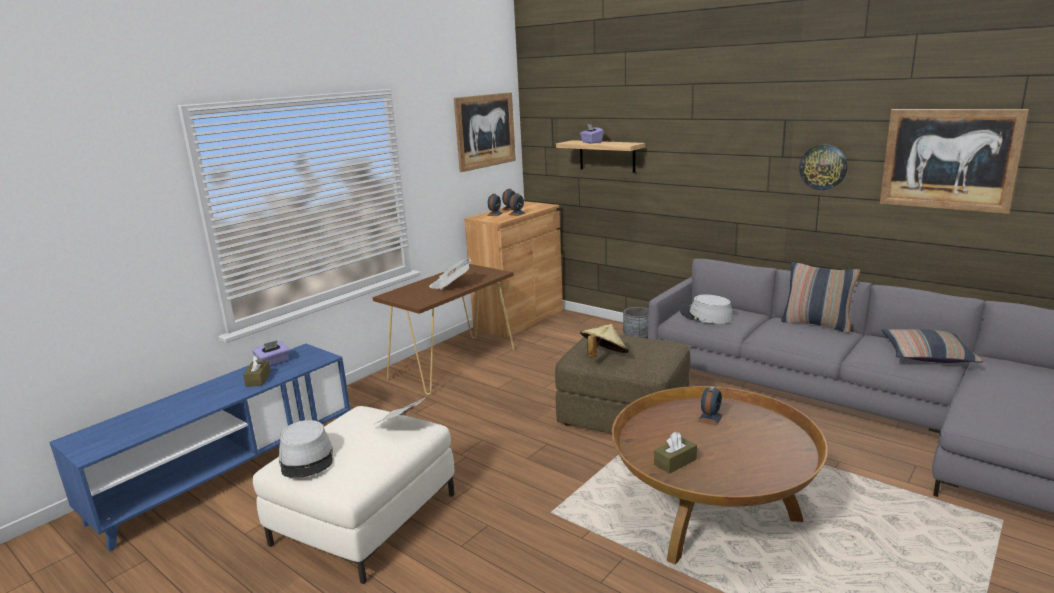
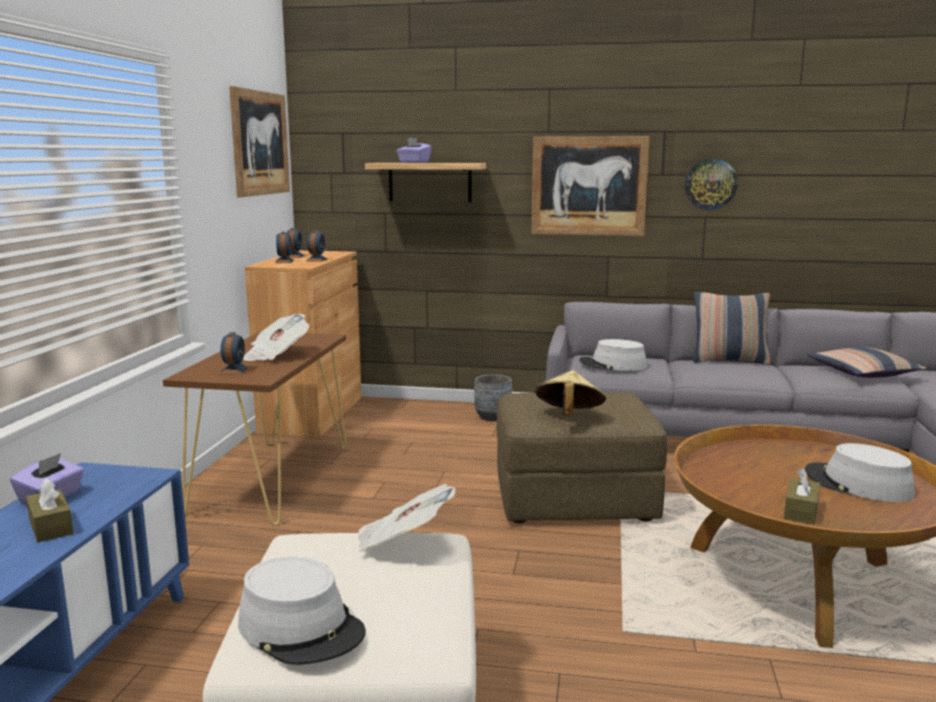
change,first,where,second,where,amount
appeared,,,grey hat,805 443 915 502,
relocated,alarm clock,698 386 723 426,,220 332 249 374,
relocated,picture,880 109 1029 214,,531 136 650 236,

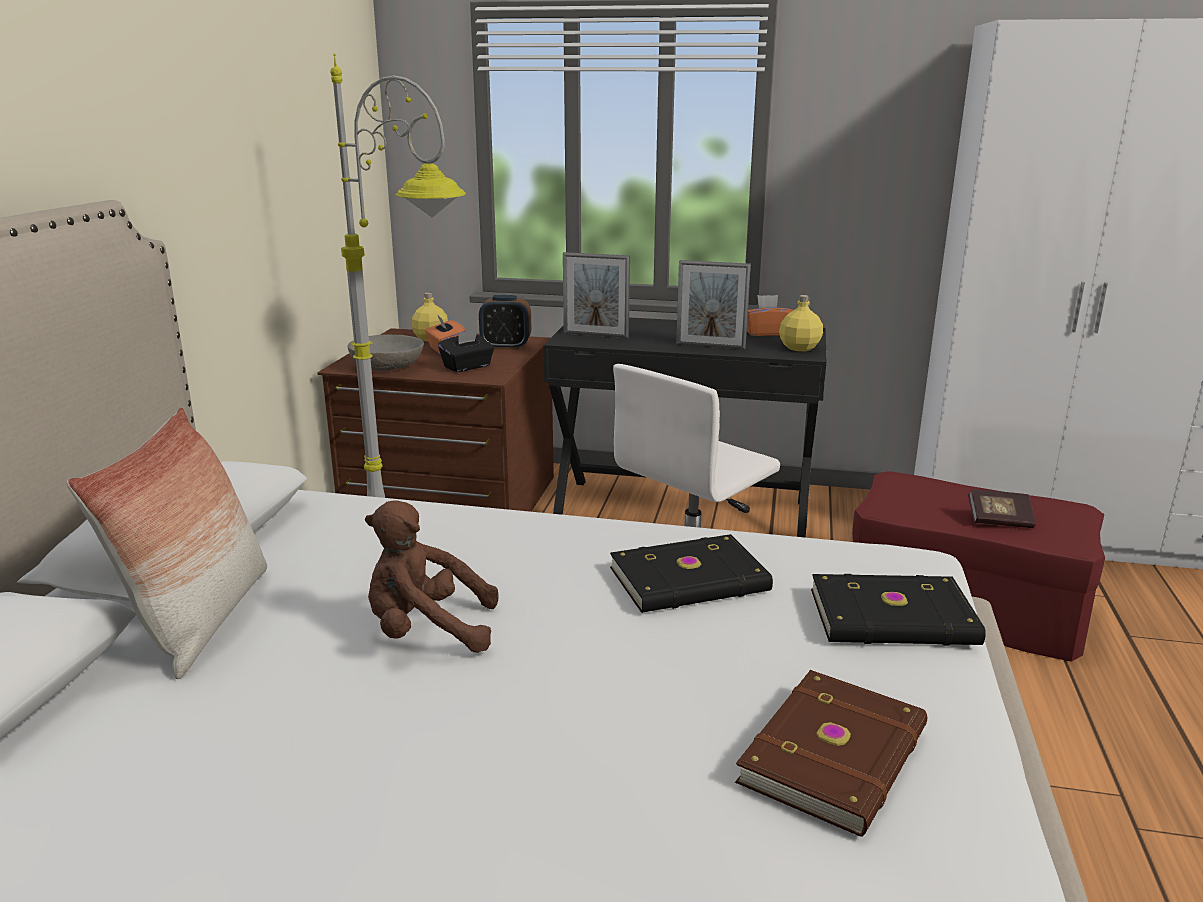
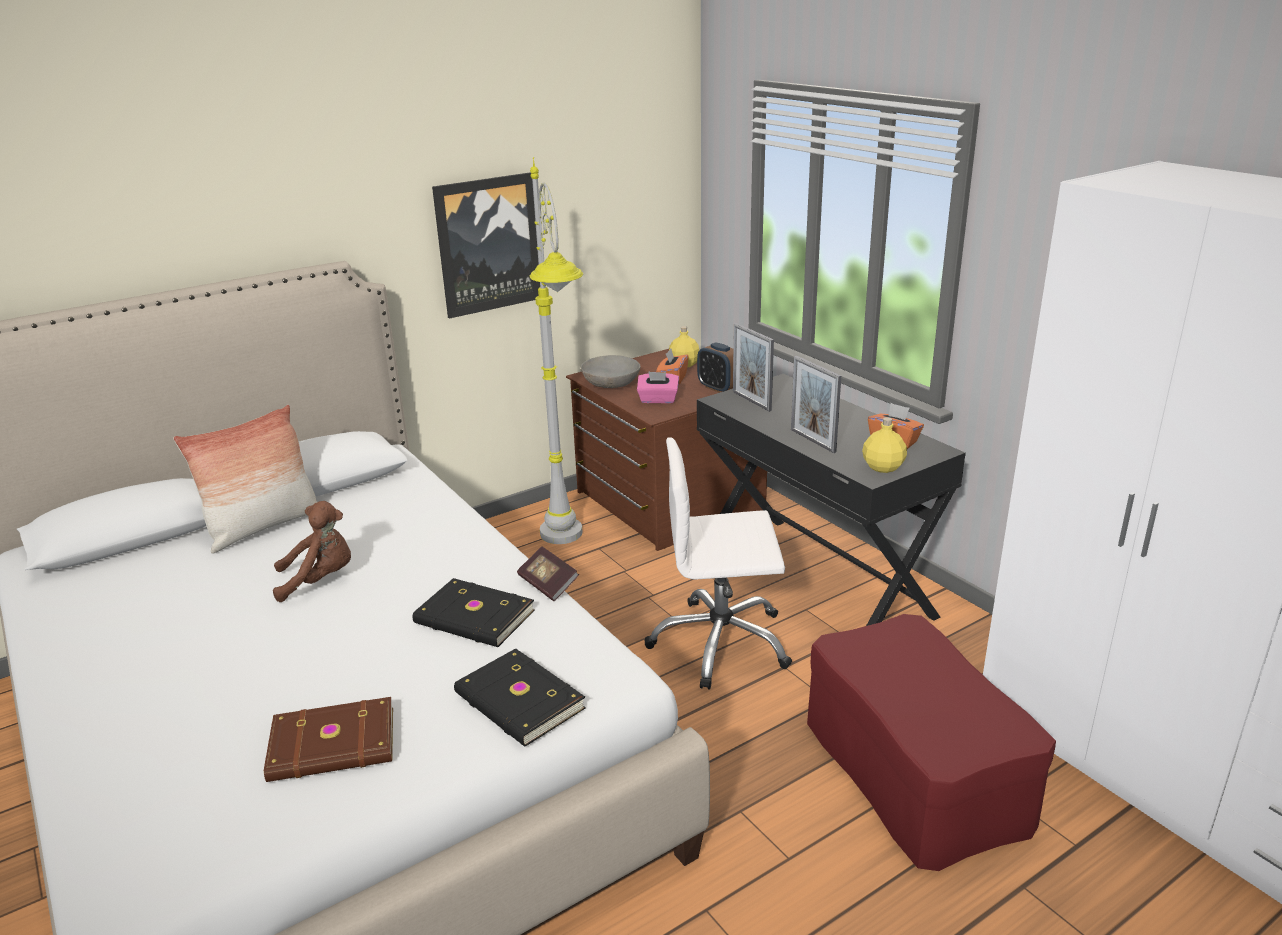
change,first,where,second,where,amount
appeared,,,picture,432 172 540 319,
relocated,volume,968 489 1036 528,,517 546 579 601,
colour,black tissue box,438 330 494 372,pinkish tissue box,637 372 679 403,
spun,brown-coloured cuddly toy,365 500 498 653,,273 501 351 602,120 degrees clockwise

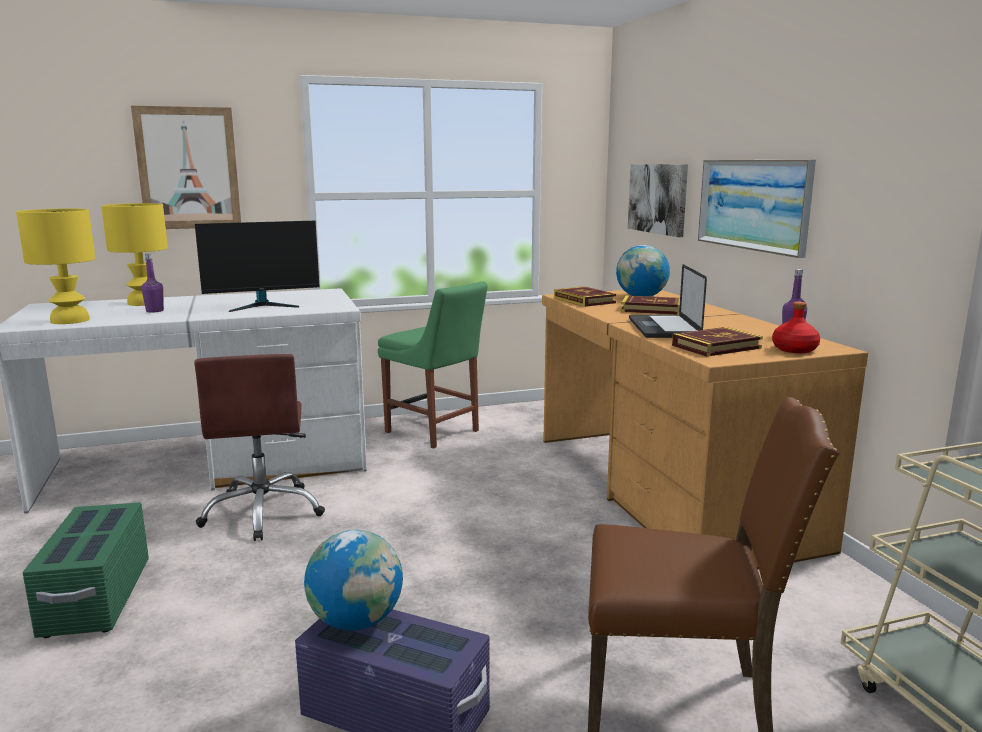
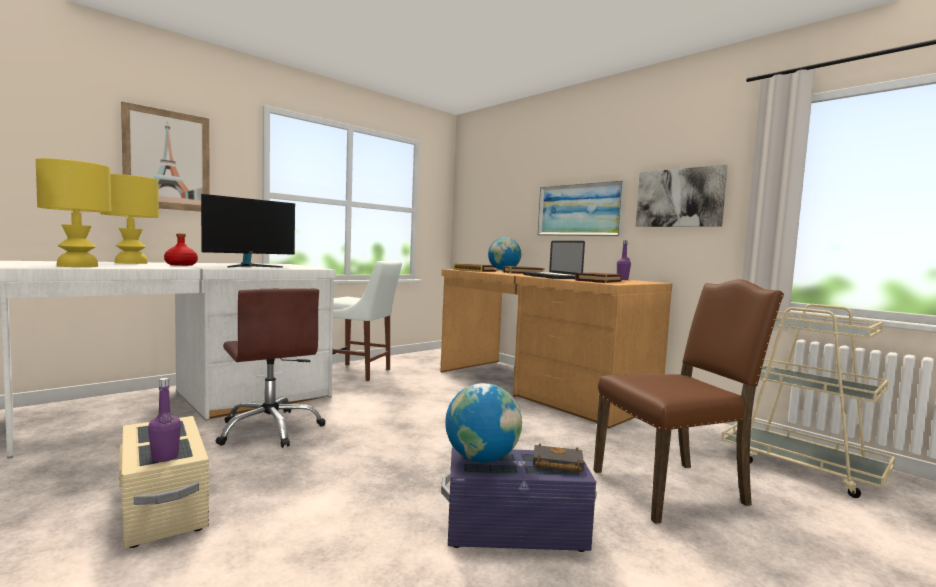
change,first,where,second,where,amount
appeared,,,black volume,533 444 584 473,
relocated,purple beverage bottle,141 253 164 313,,148 378 181 462,
relocated,picture,628 164 688 237,,636 164 728 227,
relocated,reddish beverage bottle,772 302 820 353,,164 233 198 266,
colour,green storage bin,22 502 149 638,beige-coloured storage bin,119 416 209 548,
colour,green upright chair,378 282 488 449,white upright chair,332 261 402 381,

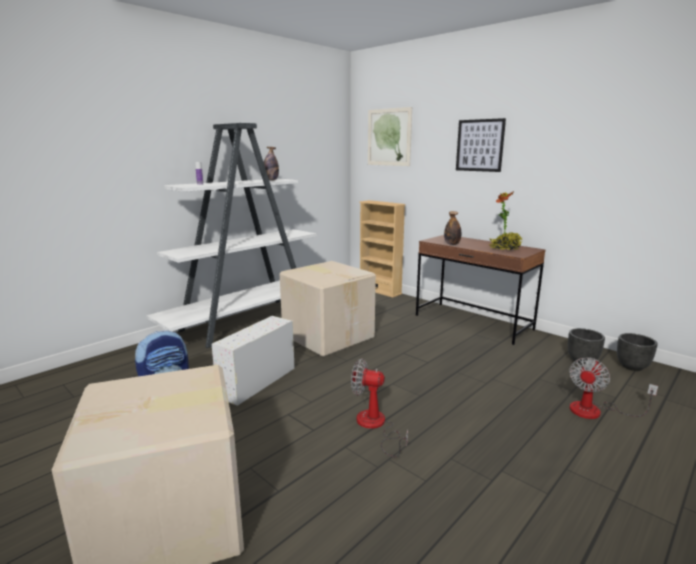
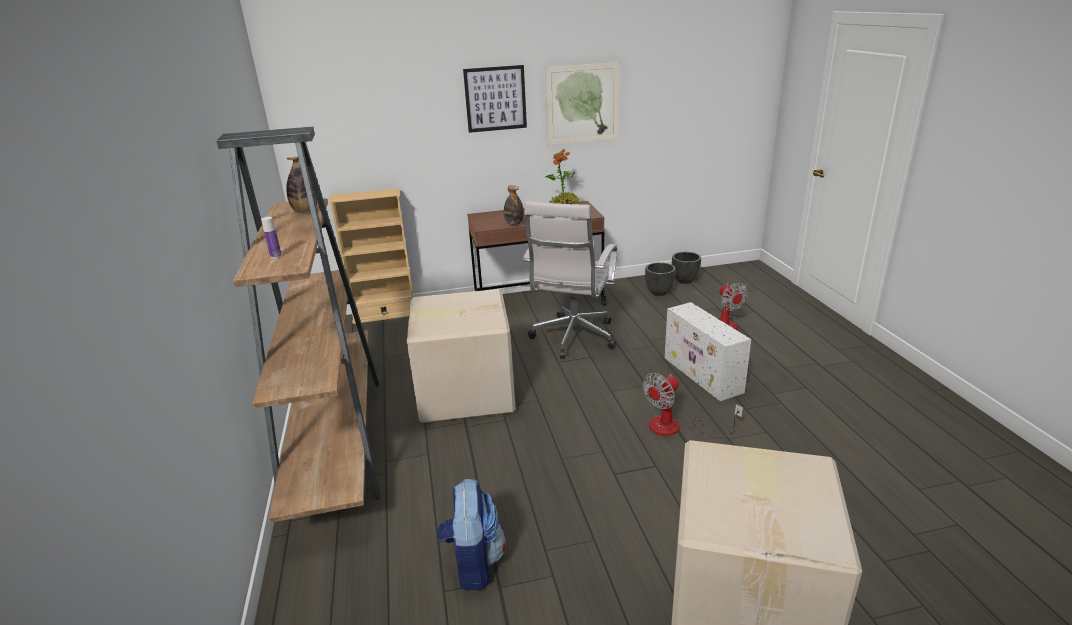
change,first,where,second,where,amount
appeared,,,white computer chair,522 201 617 359,
relocated,white storage bin,212 316 295 406,,665 302 751 401,
relocated,picture,368 107 412 166,,546 62 619 145,
colour,white shelving unit,147 123 317 348,brown-coloured shelving unit,216 127 380 523,

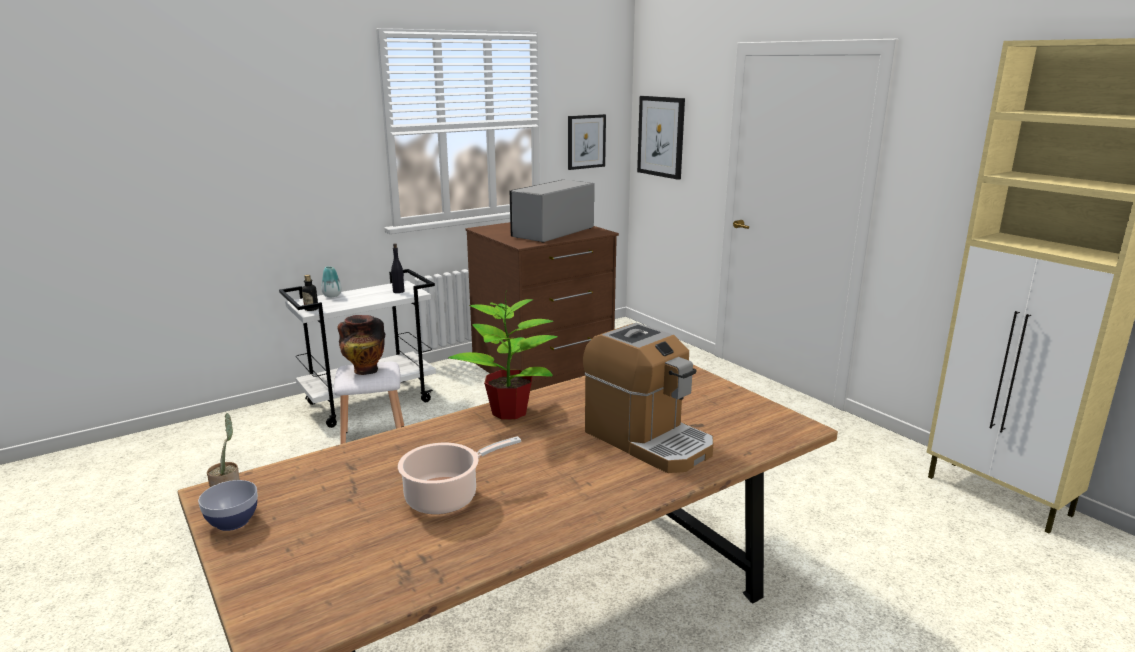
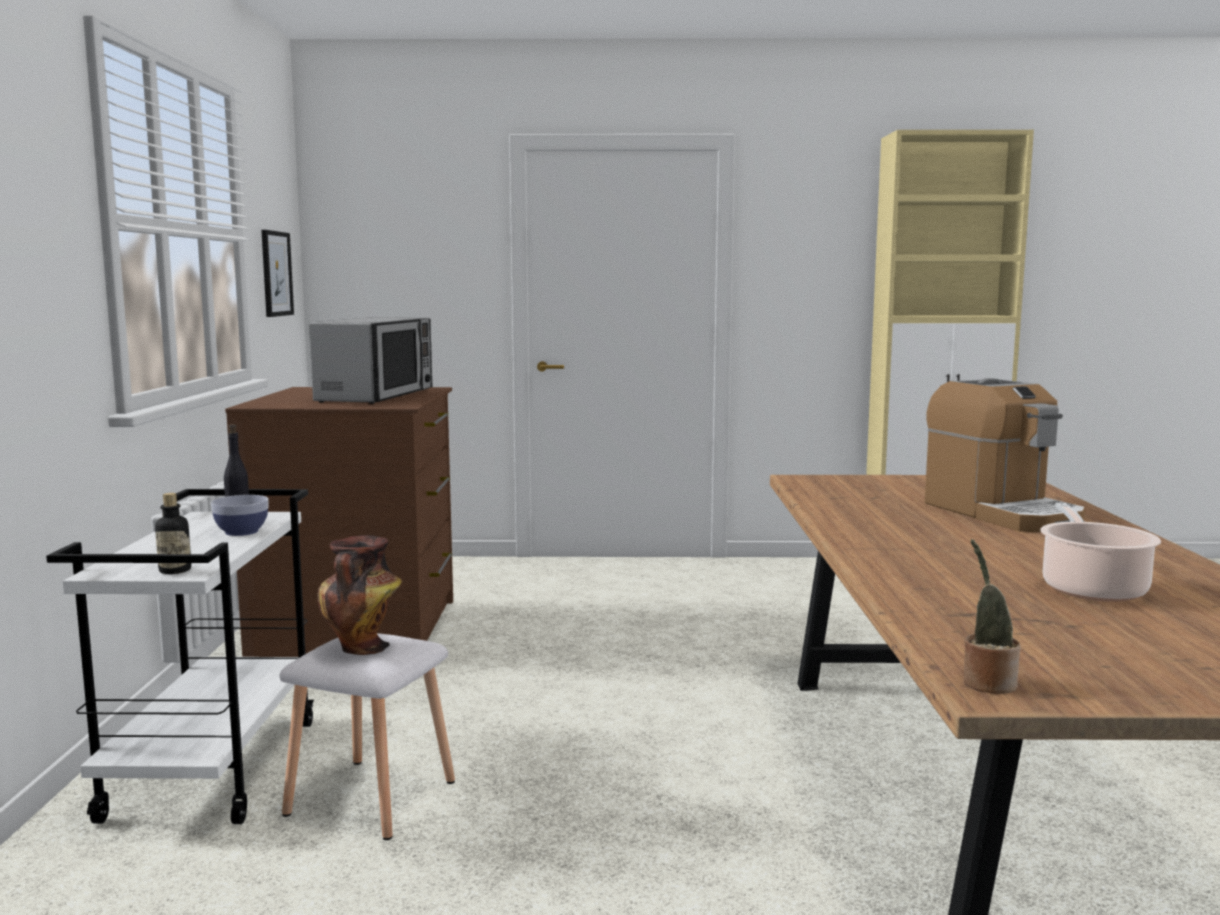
change,first,where,second,where,amount
missing,flower vase,321 266 342 297,,,
missing,potted plant,448 290 558 419,,,
missing,picture,637 96 685 180,,,
relocated,deep dish,198 480 258 531,,211 495 269 536,
spun,microwave oven,510 180 594 243,,309 317 432 404,150 degrees counterclockwise
spun,coffee maker,583 323 713 473,,925 378 1085 533,75 degrees clockwise

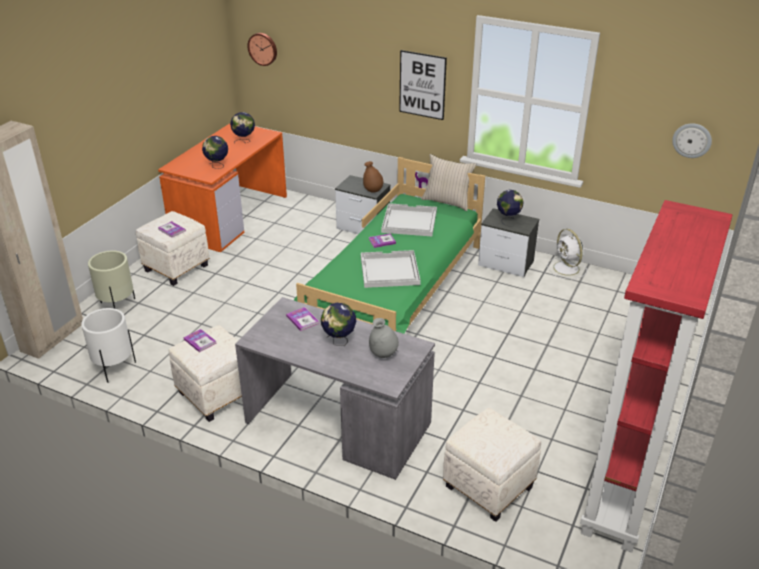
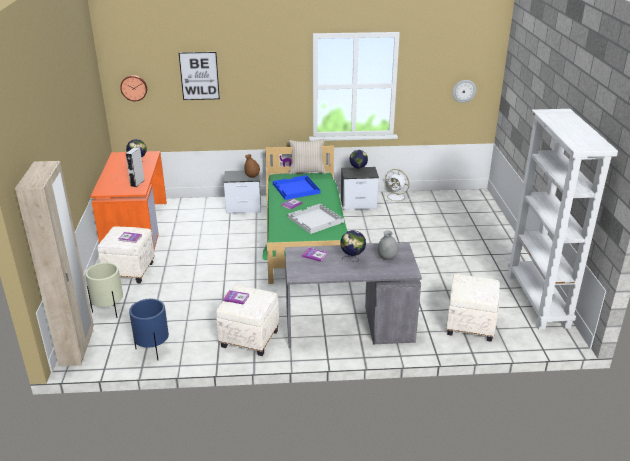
change,first,where,second,where,amount
relocated,picture,399 50 447 120,,179 52 220 100,
exchanged,globe,202 136 228 169,grey loudspeaker,125 147 145 187,
colour,white plant pot,81 308 136 383,blue-coloured plant pot,129 299 169 360,
colour,white serving tray,381 203 437 236,blue-coloured serving tray,273 175 321 200,
colour,reddish shelving unit,580 200 733 553,white shelving unit,507 109 618 330,

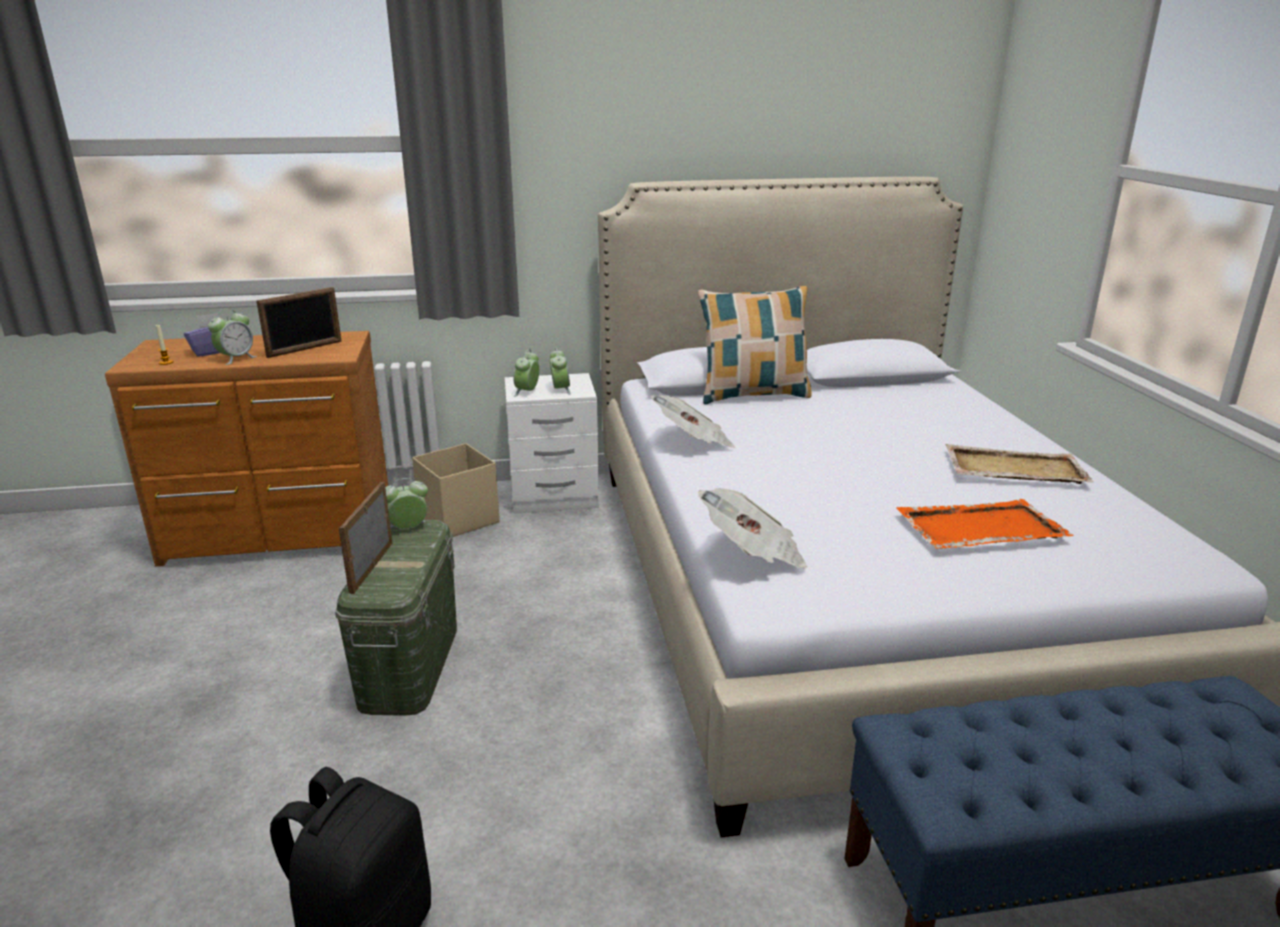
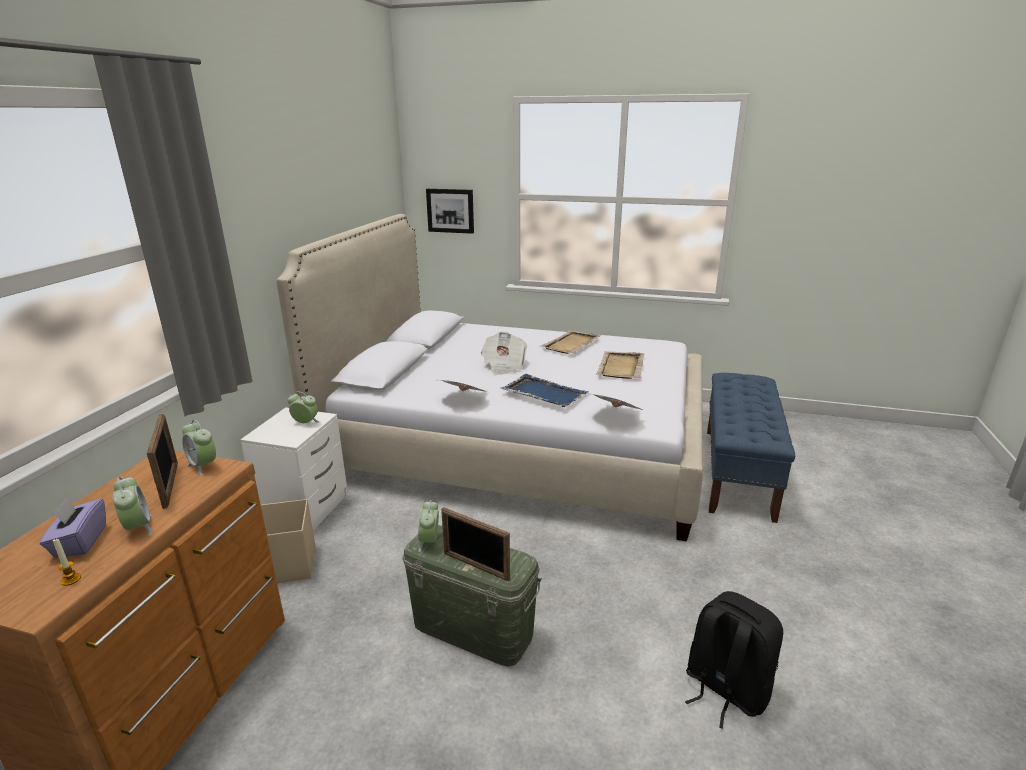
change,first,where,second,where,amount
missing,throw pillow,698 286 812 404,,,
appeared,,,picture,426 189 474 234,
appeared,,,newspaper,481 332 527 375,
appeared,,,blue-coloured serving tray,501 374 589 407,
relocated,alarm clock,514 349 539 397,,182 420 216 476,
colour,orangey serving tray,896 499 1074 549,beige-coloured serving tray,597 351 645 379,

